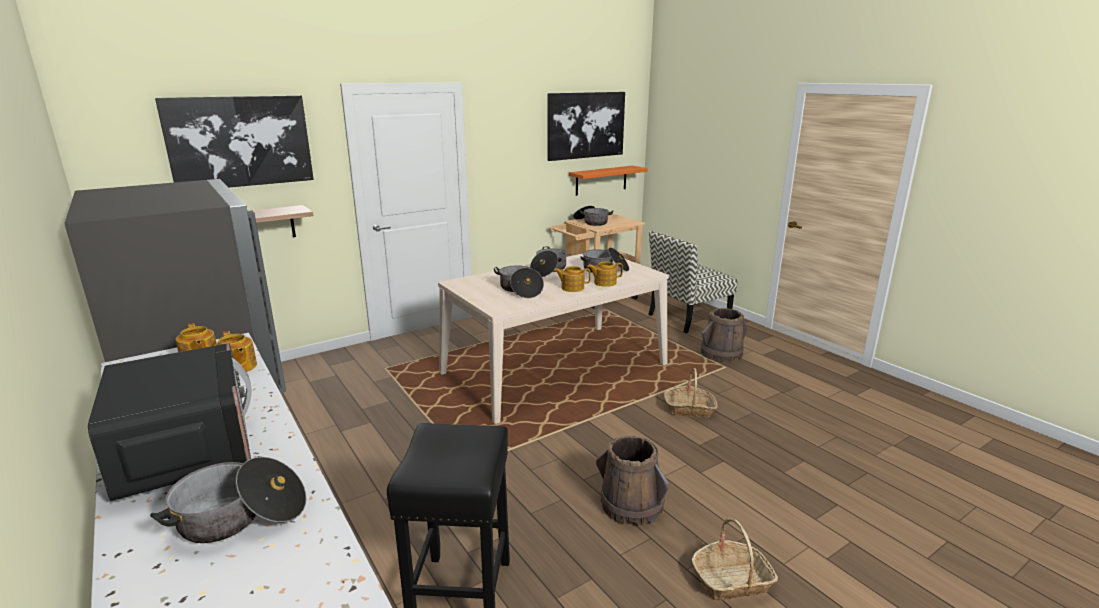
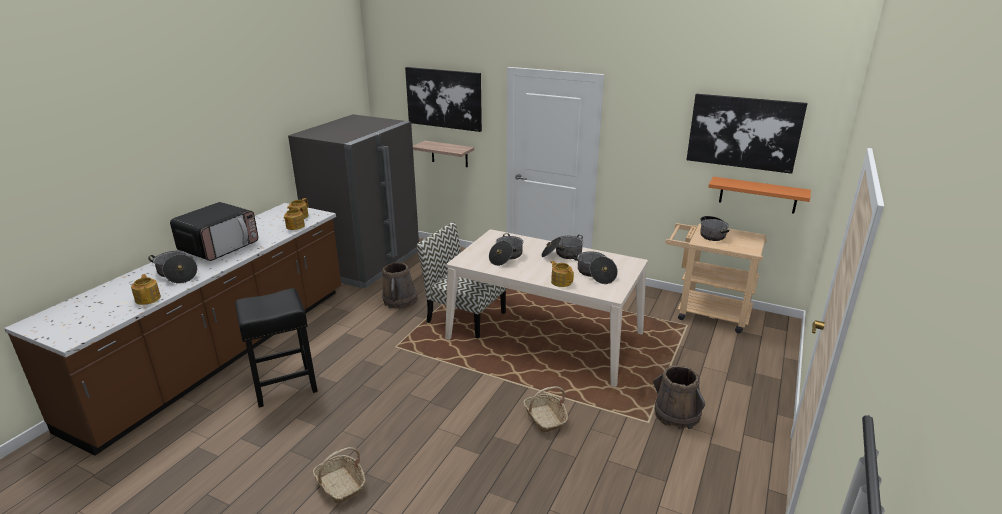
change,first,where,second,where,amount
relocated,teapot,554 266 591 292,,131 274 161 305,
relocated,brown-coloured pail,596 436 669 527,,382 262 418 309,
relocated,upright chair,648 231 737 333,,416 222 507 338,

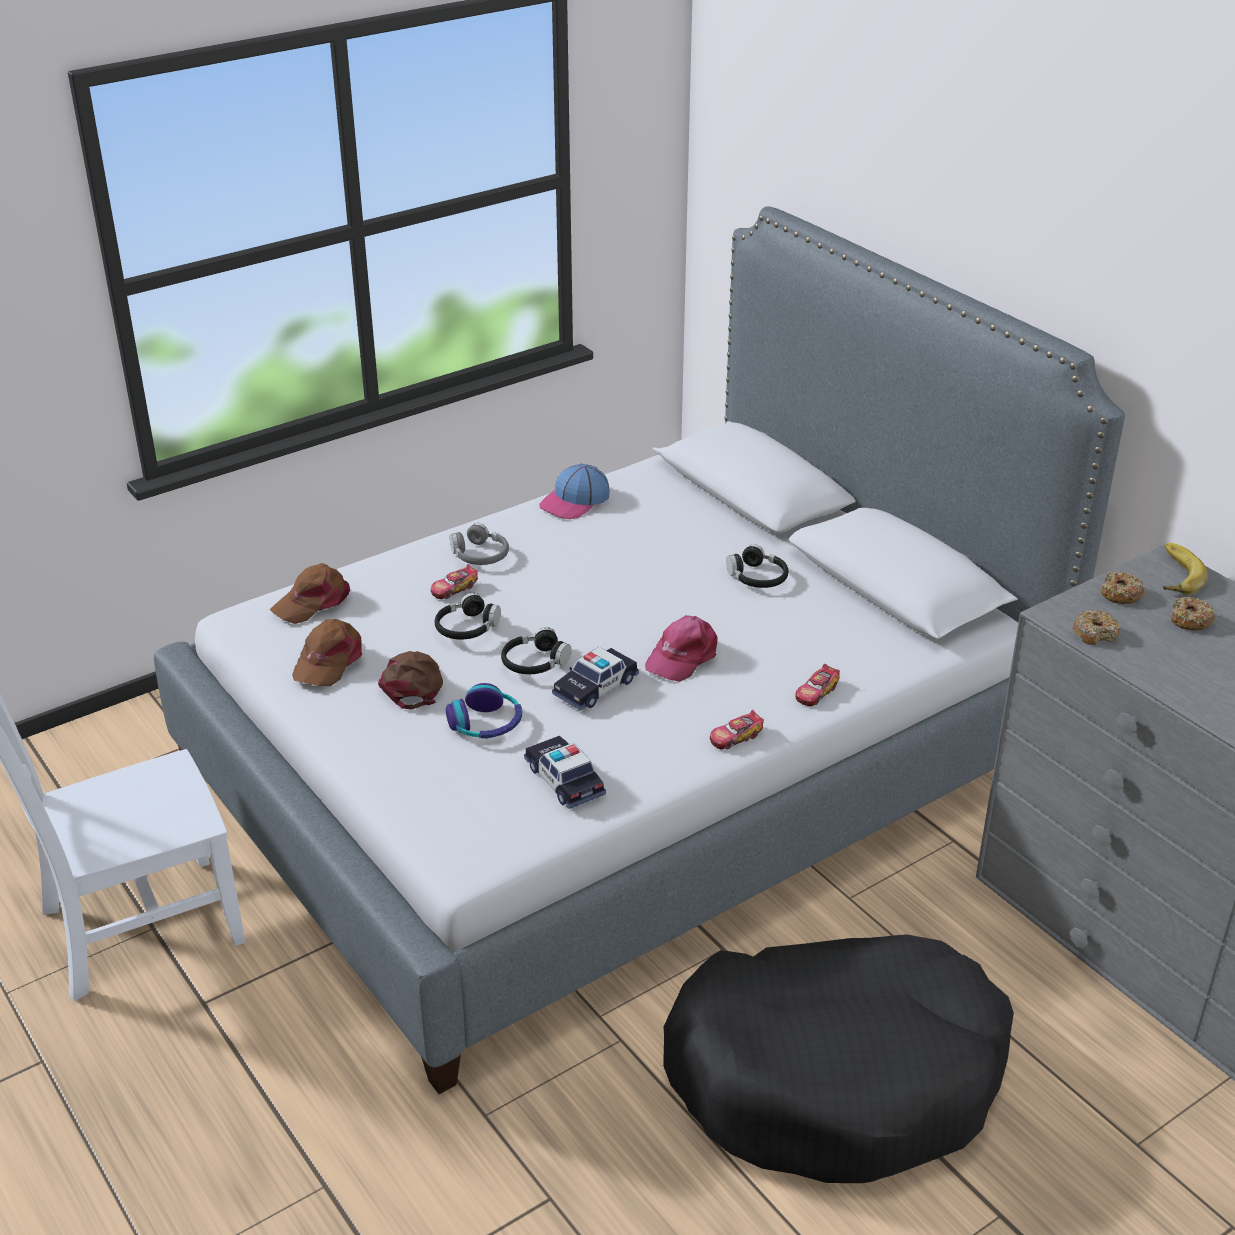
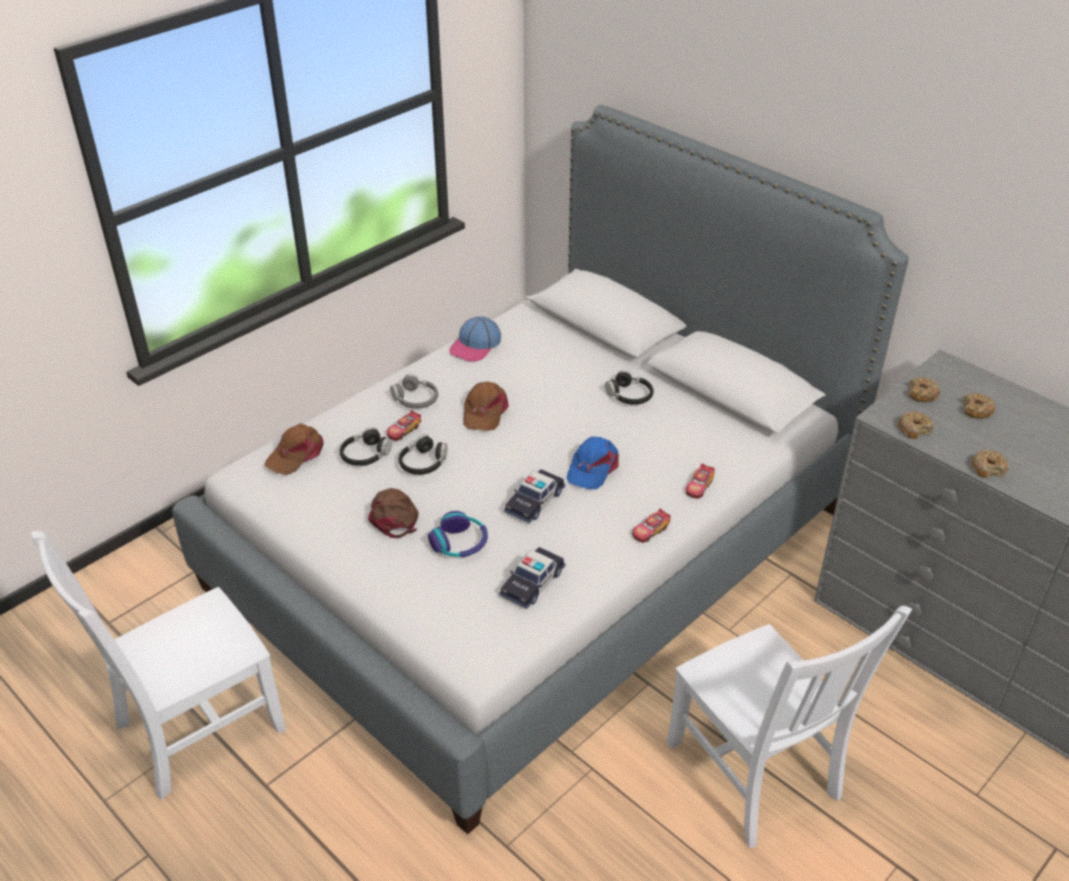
change,first,where,second,where,amount
missing,banana fruit,1163 543 1208 595,,,
appeared,,,doughnut,971 450 1008 478,
relocated,brown-coloured cap,292 619 362 686,,463 382 509 431,
relocated,black headset,501 627 572 674,,340 427 392 466,
exchanged,black pet bed,663 934 1014 1183,white upright chair,667 606 912 848,
colour,pinkish cap,645 615 718 682,blue-coloured cap,566 437 619 490,
spun,miniature car,524 736 606 809,,500 547 565 609,105 degrees counterclockwise

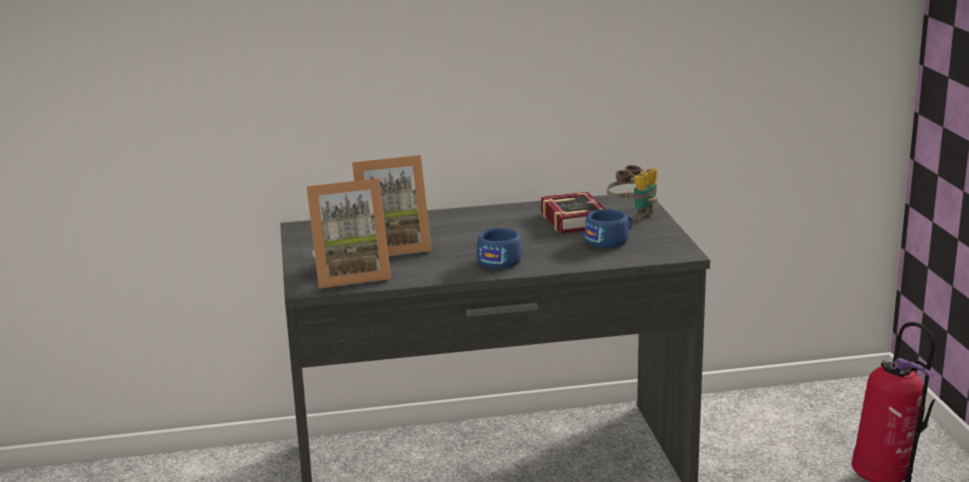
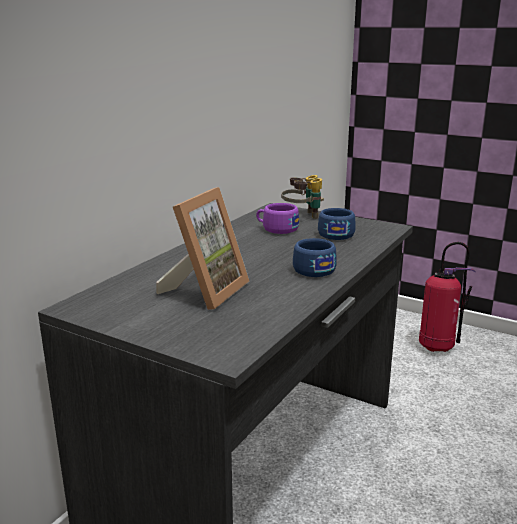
change,first,where,second,where,amount
missing,picture frame,307 178 391 288,,,
exchanged,volume,541 192 605 234,purple small cup,256 203 299 234,

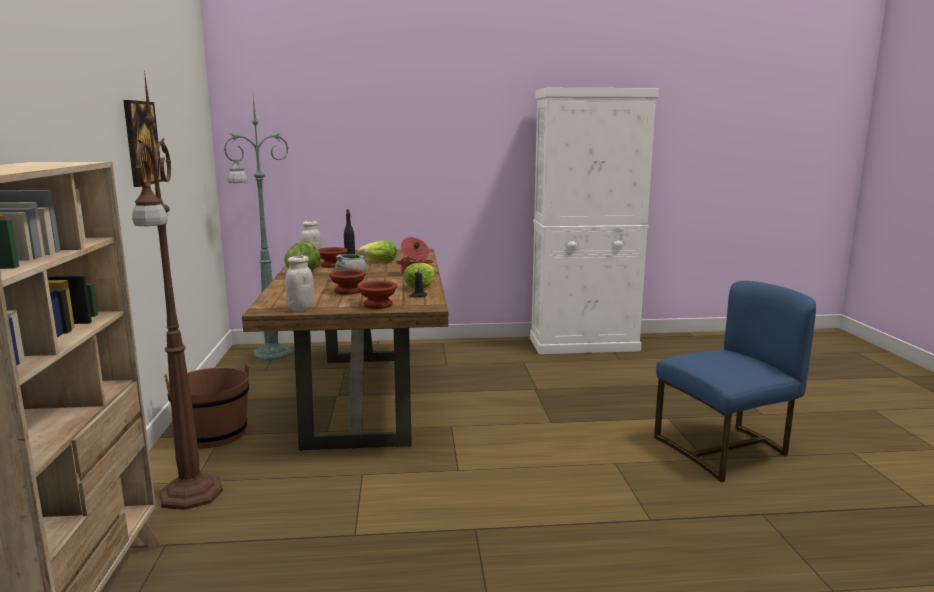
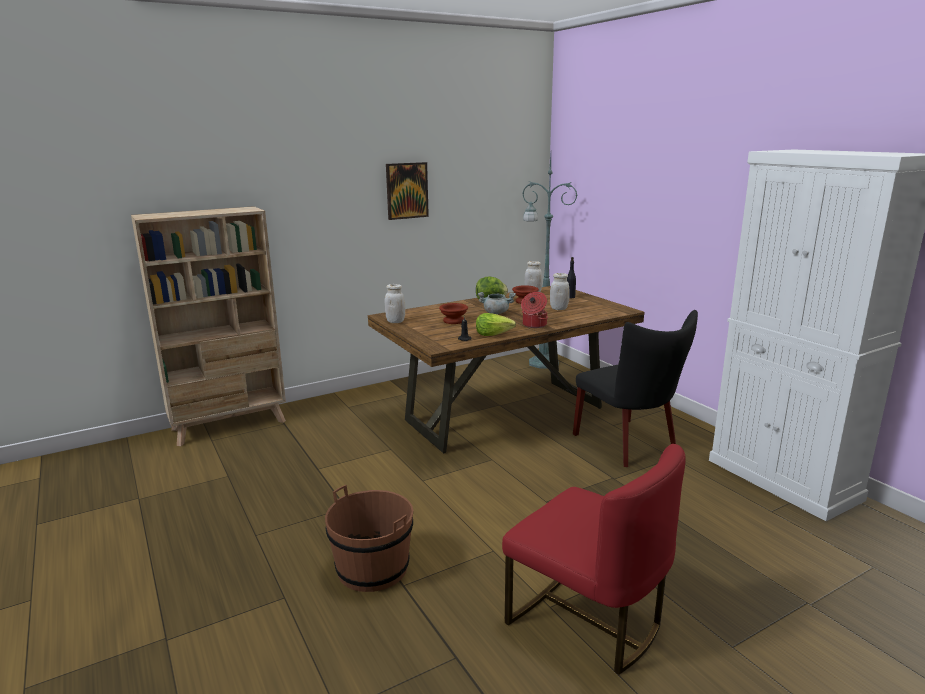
change,first,where,second,where,amount
missing,brown-coloured standing lamp,132 71 223 510,,,
missing,brown-coloured deep dish,358 281 398 309,,,
appeared,,,black upright chair,573 310 698 467,
relocated,brown-coloured pail,164 363 249 448,,325 485 413 592,
exchanged,lettuce head,358 240 397 262,white preserve jar,550 273 570 310,
colour,blue-coloured upright chair,654 281 816 482,reddish upright chair,502 444 686 675,

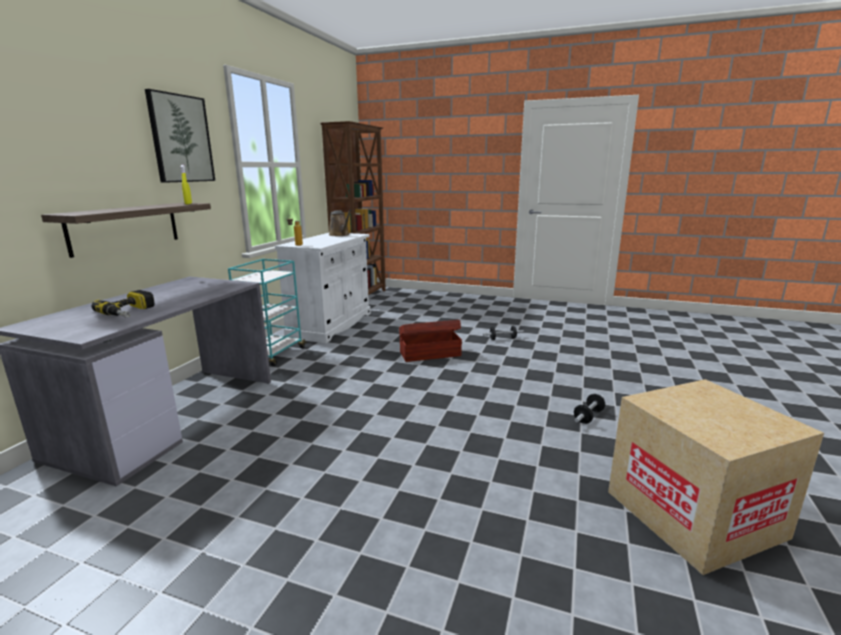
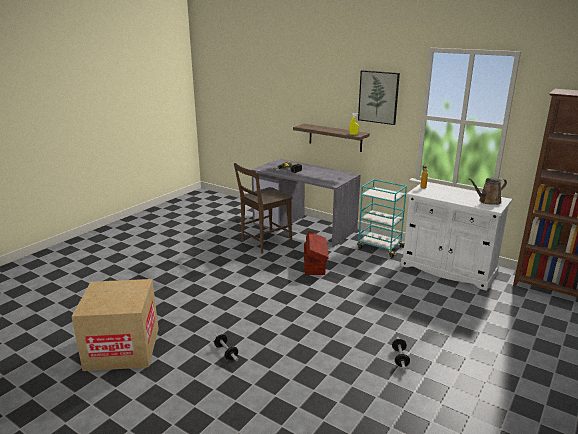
change,first,where,second,where,amount
appeared,,,brown-coloured upright chair,234 163 293 253,
relocated,brown-coloured storage bin,399 320 462 362,,304 231 329 275,

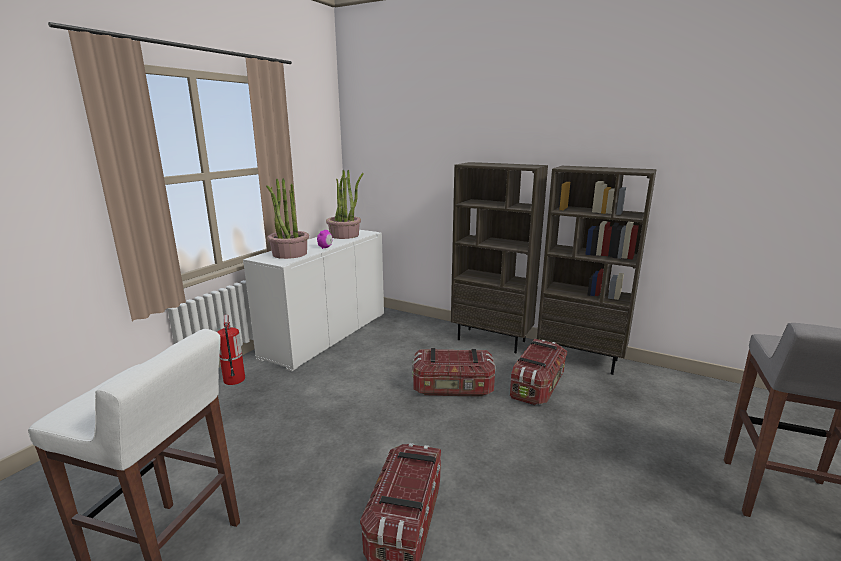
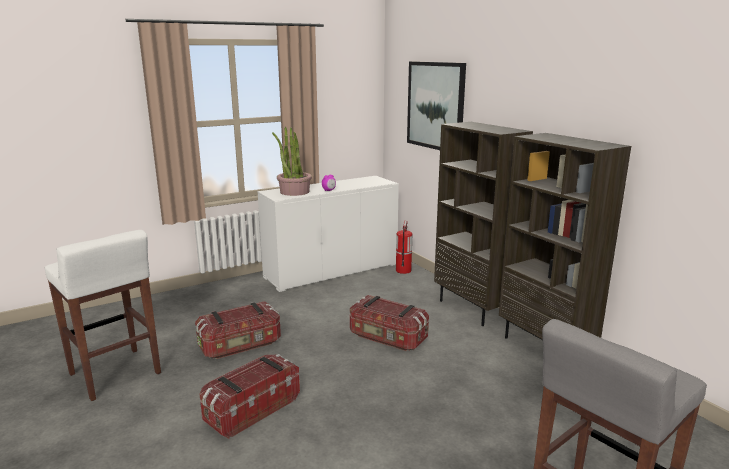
change,first,where,second,where,amount
missing,potted plant,326 169 364 239,,,
appeared,,,picture,407 62 466 150,
relocated,fire extinguisher,217 315 245 385,,396 221 412 274,
relocated,storage bin,510 339 567 405,,195 301 281 359,

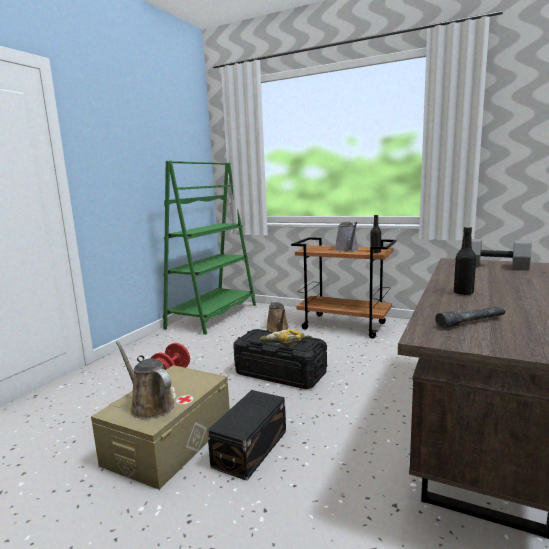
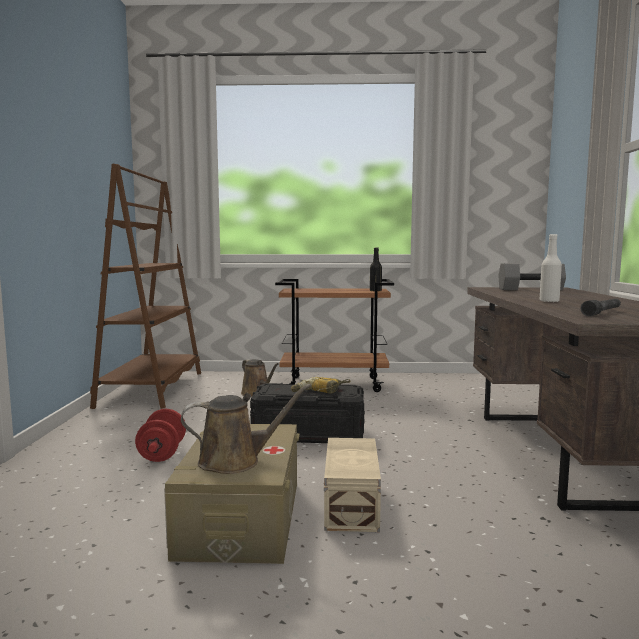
change,first,where,second,where,amount
missing,grey sprinkling can,335 222 359 252,,,
colour,green shelving unit,163 161 256 335,brown-coloured shelving unit,90 163 201 409,
colour,black storage bin,207 390 286 481,beige-coloured storage bin,324 438 381 532,
colour,black beverage bottle,454 227 476 295,white beverage bottle,539 234 562 302,
spun,brown-coloured sprinkling can,116 341 174 419,,181 384 311 474,150 degrees clockwise

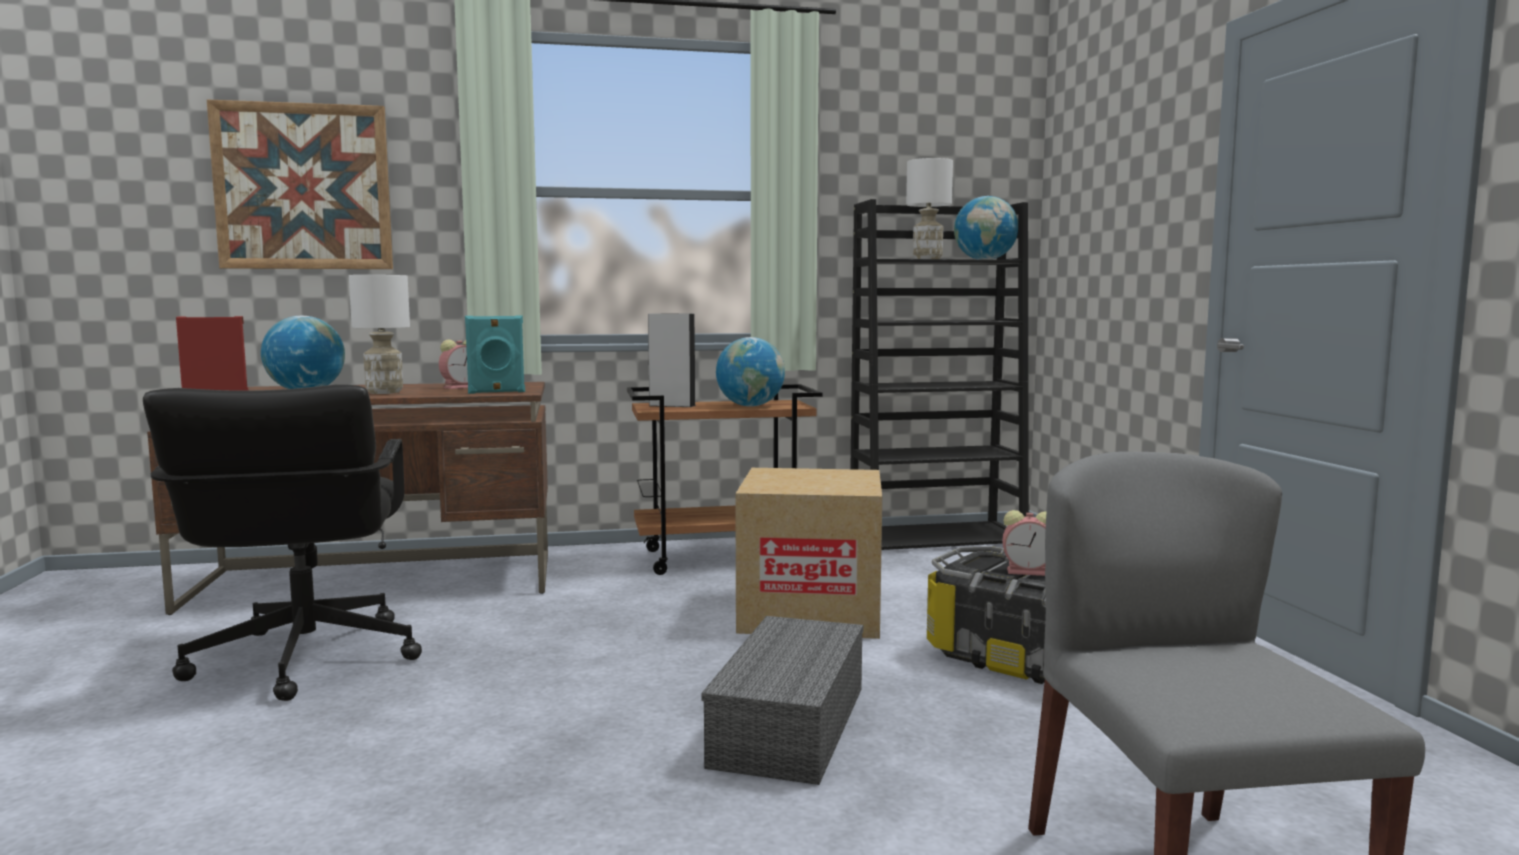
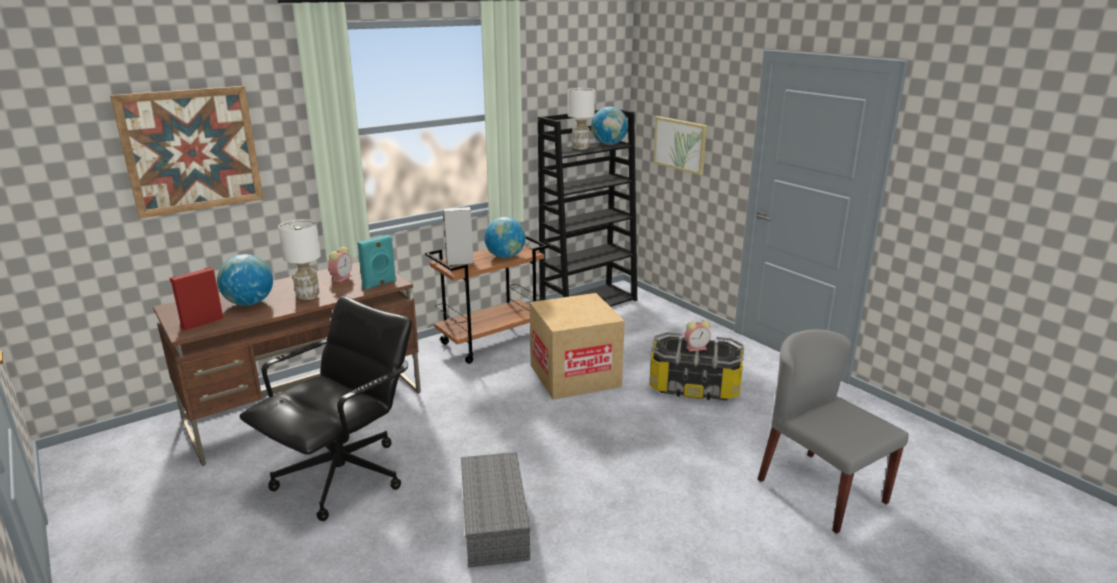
change,first,where,second,where,amount
appeared,,,picture,653 116 707 175,
relocated,grey storage bin,701 616 863 785,,461 452 530 568,
spun,black computer chair,143 384 422 701,,239 296 412 521,105 degrees counterclockwise

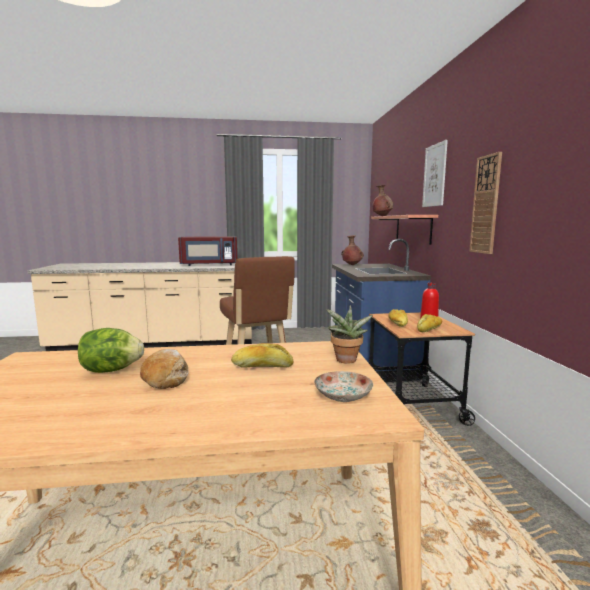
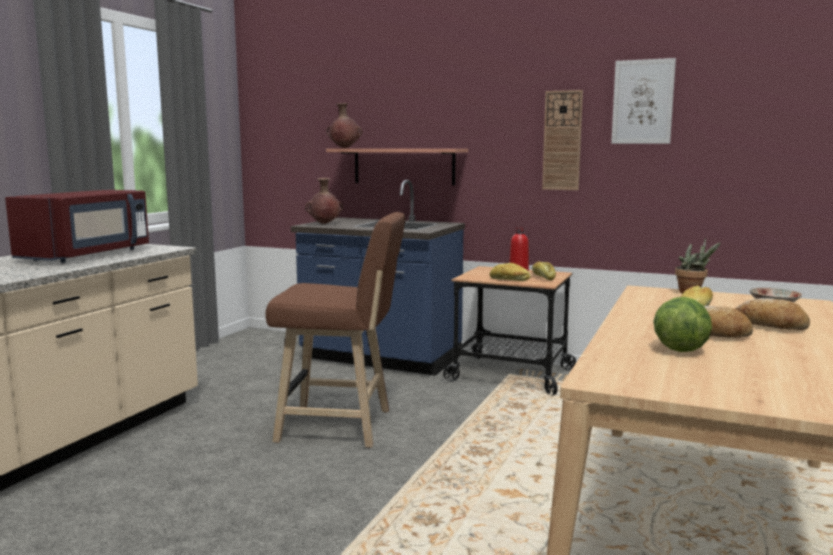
change,first,where,second,where,amount
appeared,,,baked bread,734 298 810 330,
relocated,picture,422 140 448 207,,611 58 676 144,

